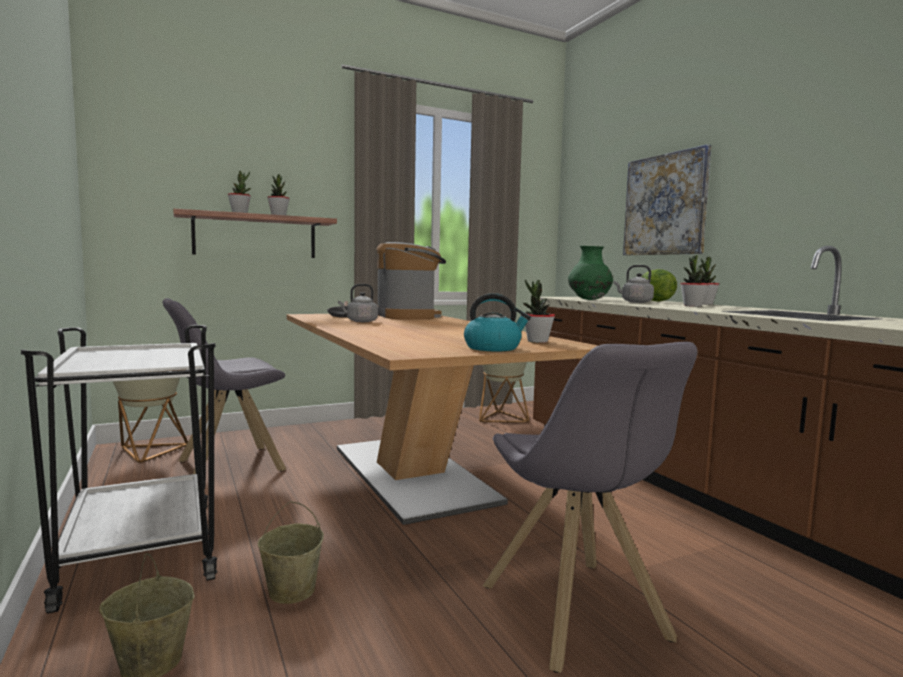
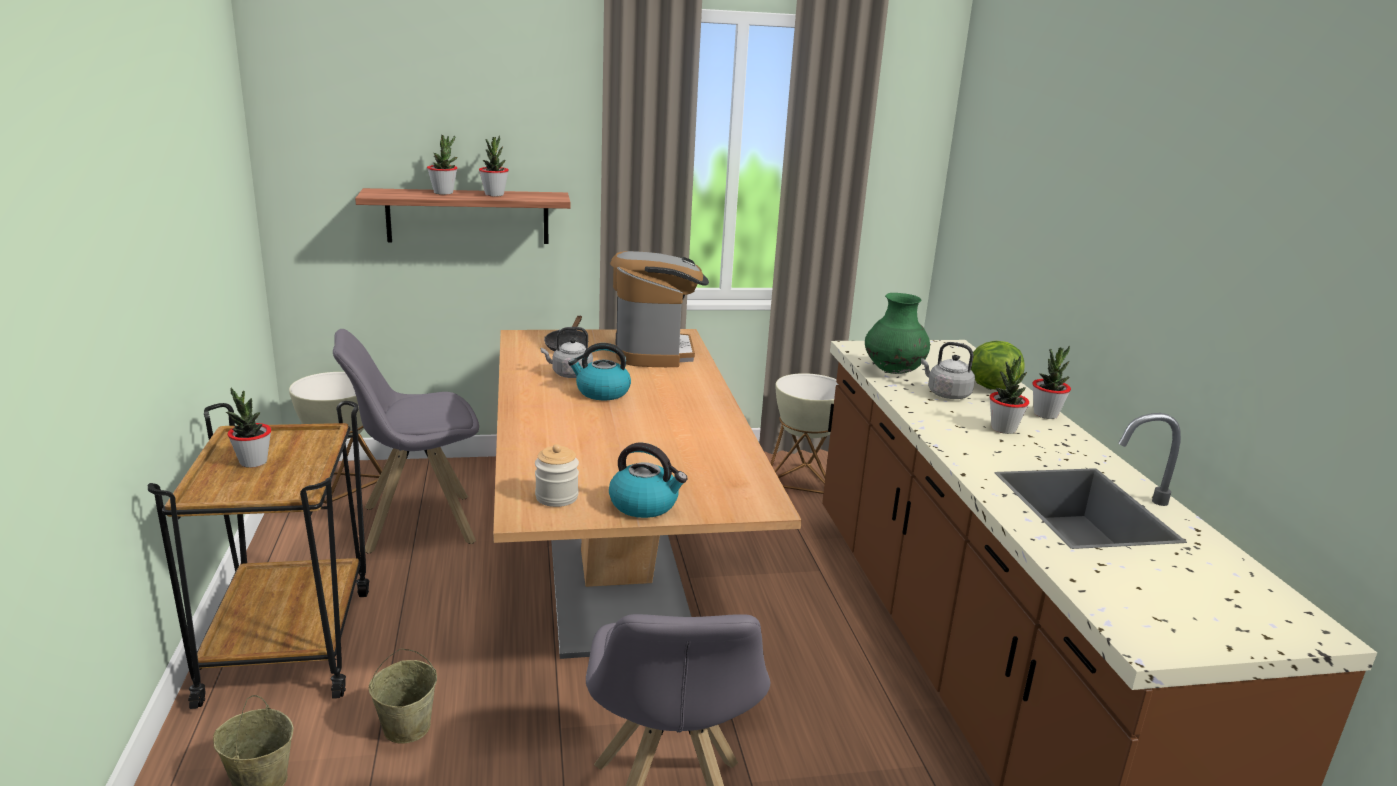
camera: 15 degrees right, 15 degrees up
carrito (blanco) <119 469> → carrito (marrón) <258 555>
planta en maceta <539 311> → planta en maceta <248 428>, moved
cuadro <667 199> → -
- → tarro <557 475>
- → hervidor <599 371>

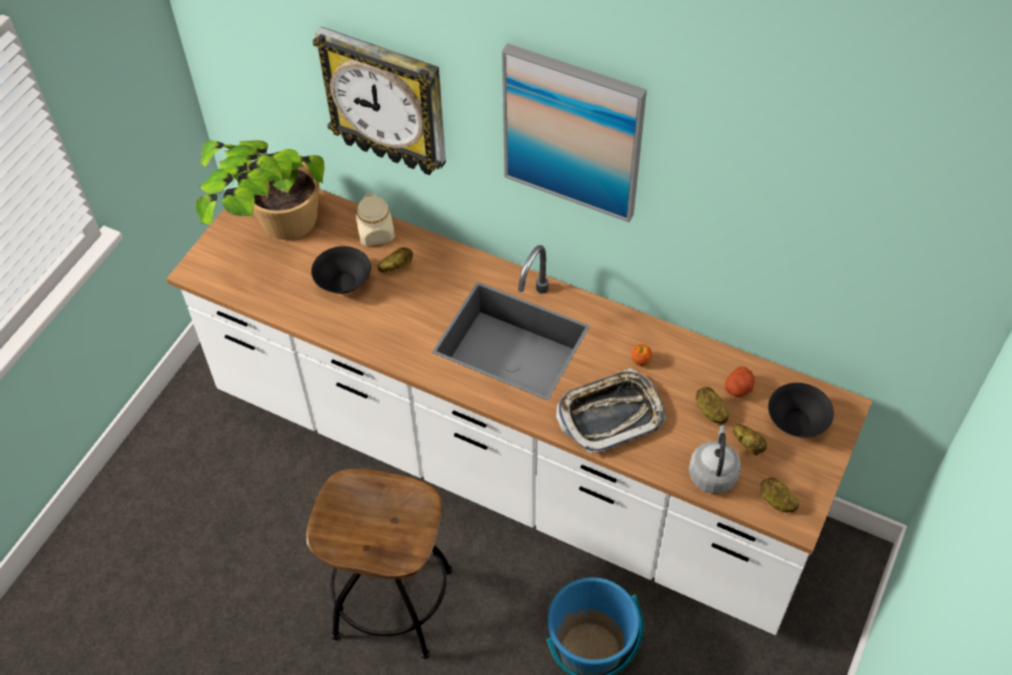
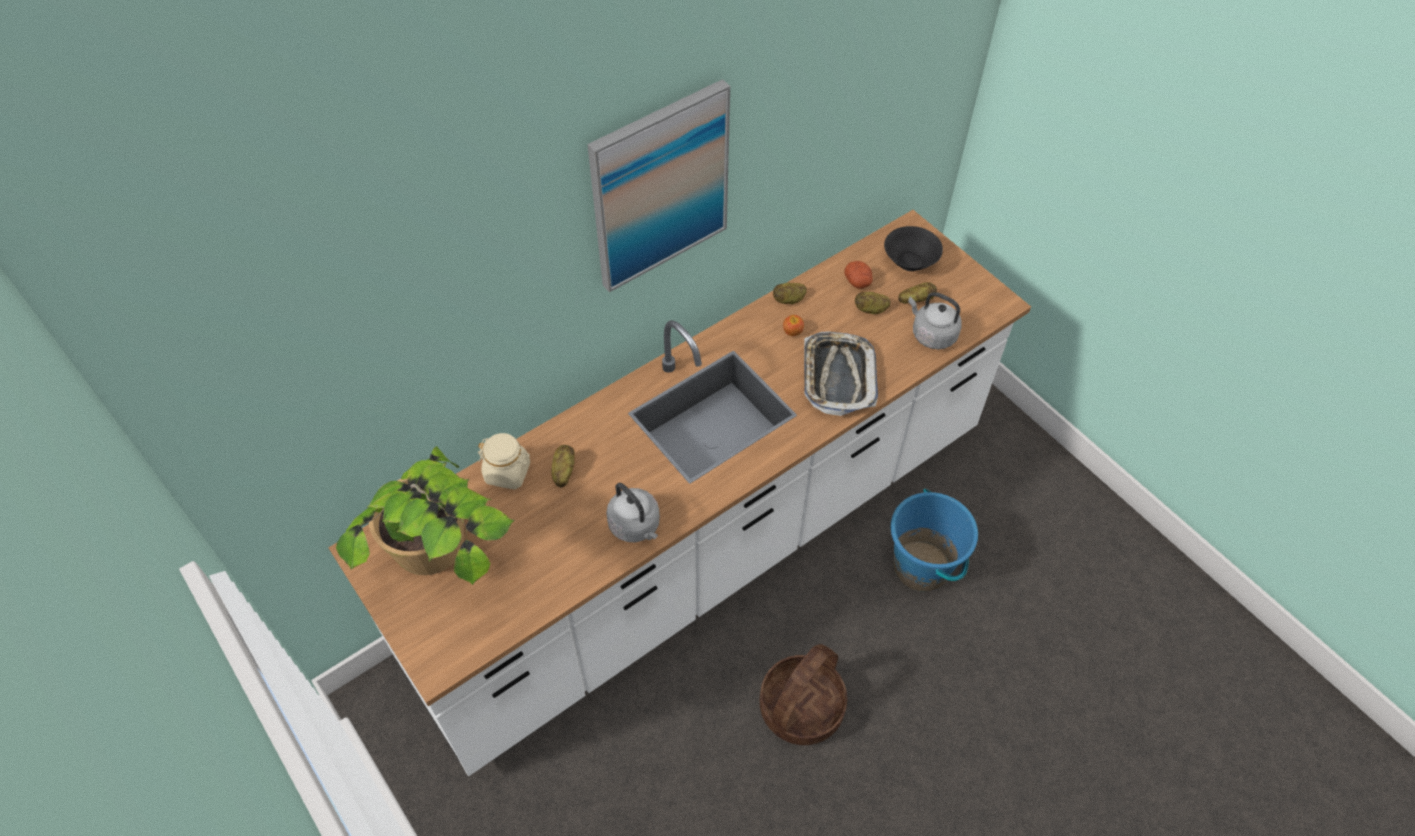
camera: 65 degrees left, 0 degrees up
taburete (marrón) <379 564> → cesta <803 694>
cuenco (negro) <341 270> → -
reloj de pared <379 101> → -
patata <779 494> → patata <790 293>, moved
- → hervidor (gris) <633 512>

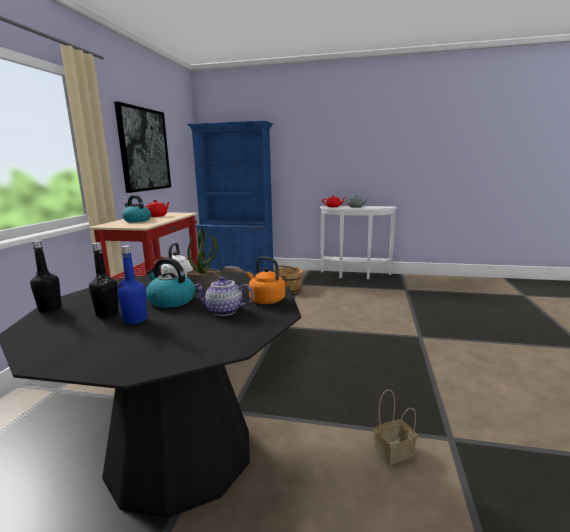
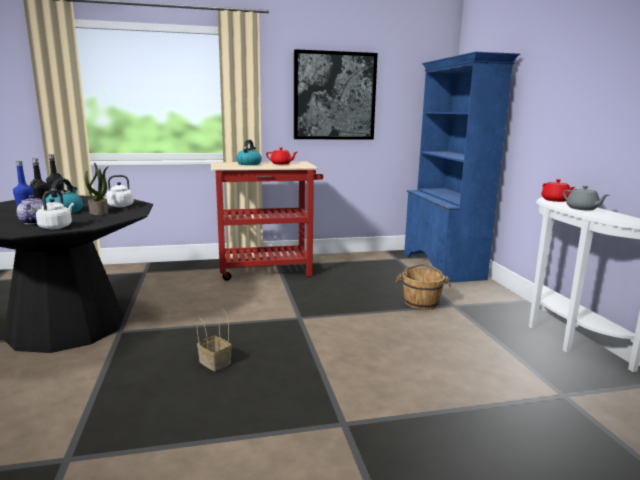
camera: 65 degrees right, 0 degrees up
hervidor (naranja) <266 280> → hervidor (blanco) <55 209>
cesta <395 427> → cesta <214 340>, moved

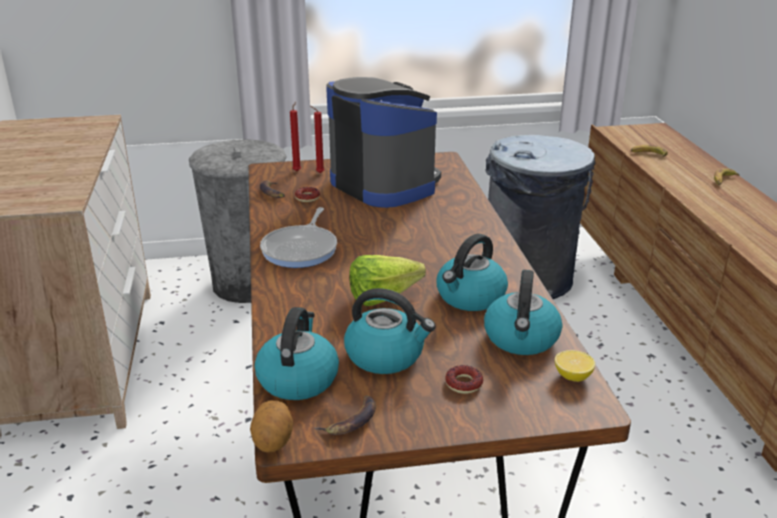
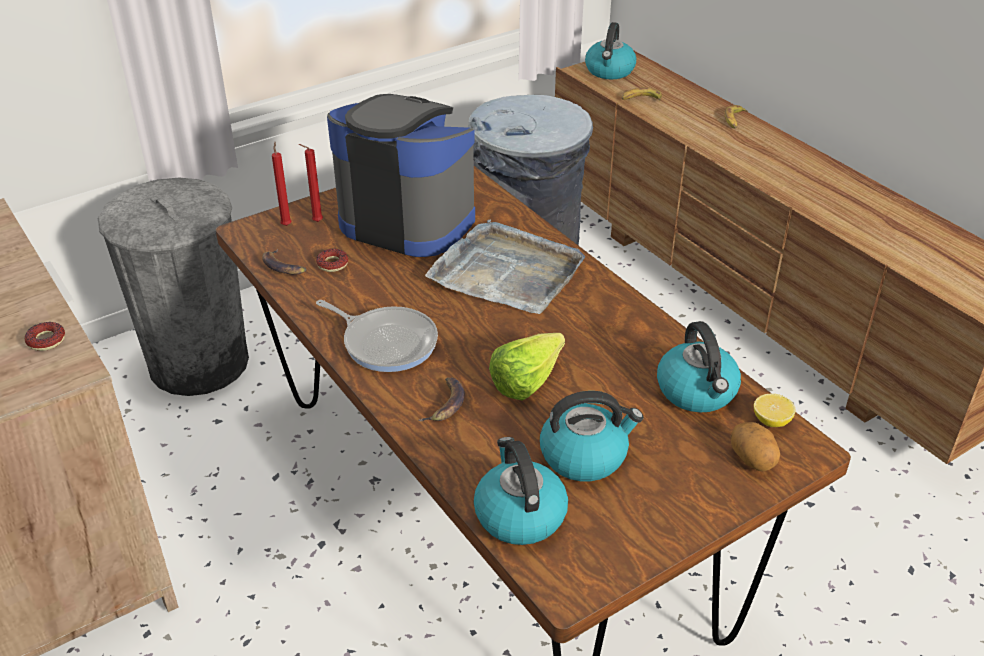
camera: 25 degrees left, 10 degrees up
patata <271 426> → patata <755 446>, moved
sartén <298 237> → sartén <377 336>, 45 degrees counterclockwise
plátano <345 415> → plátano <442 399>, moved
hervidor <472 272> → hervidor <610 50>, moved
rosquilla <464 379> → rosquilla <45 336>, moved
- → bandeja (gris) <505 267>

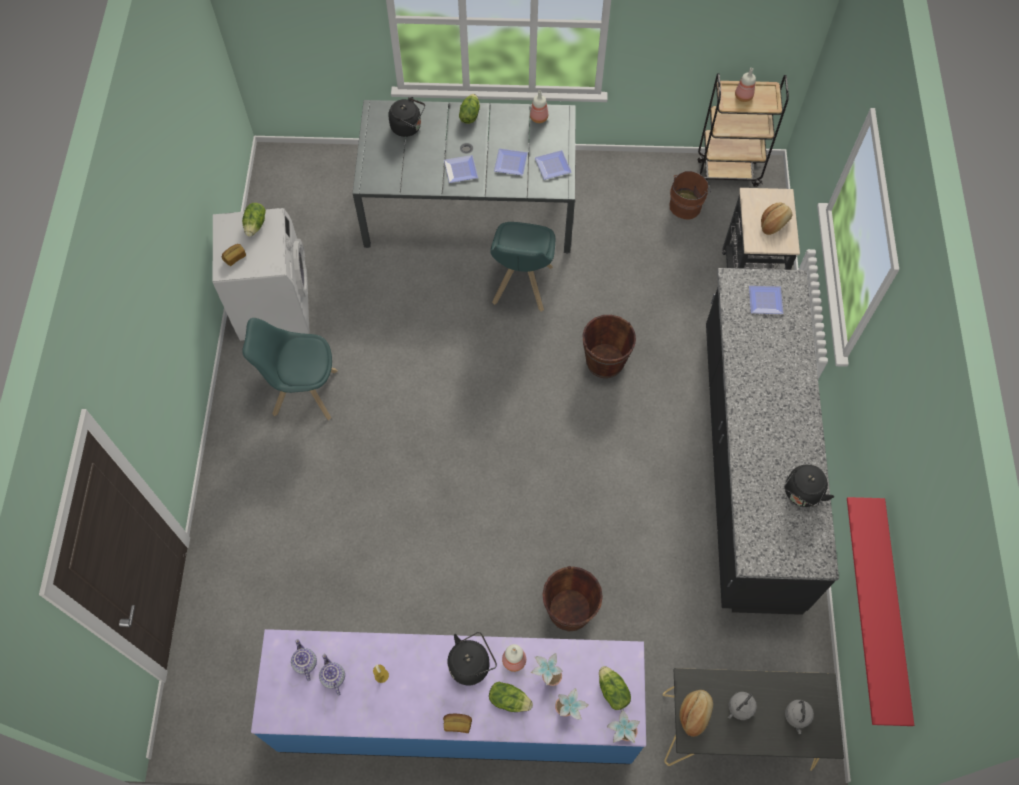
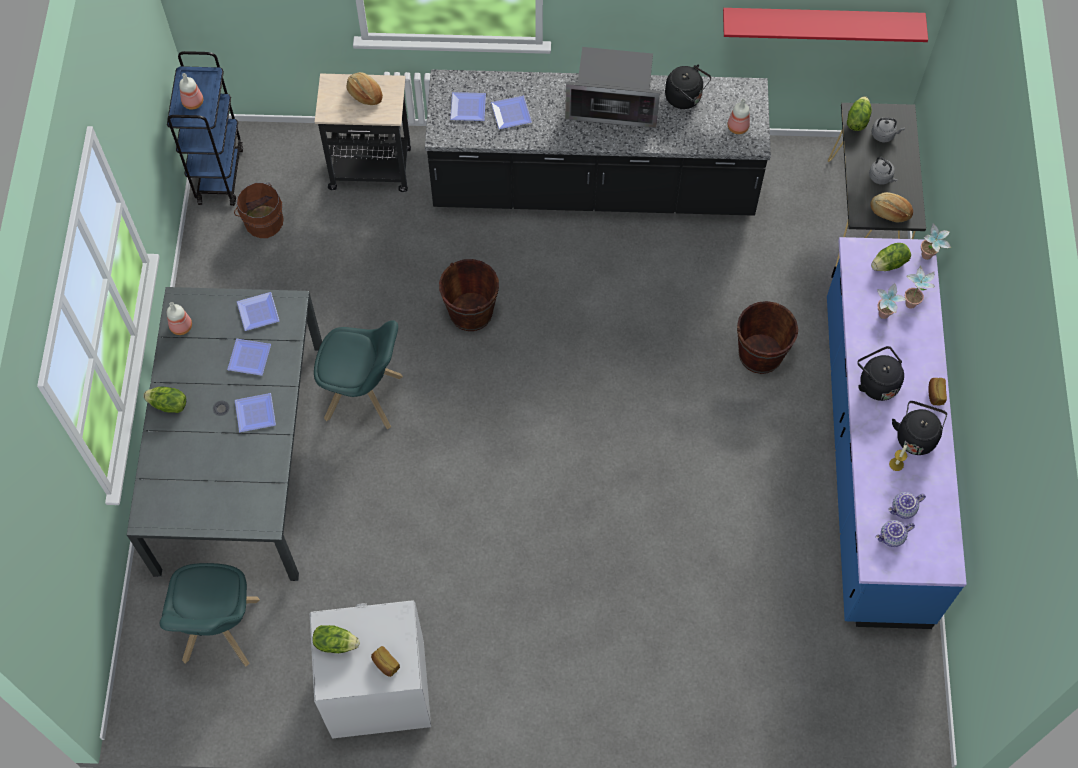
camera: 90 degrees left, 0 degrees up
silla (turquesa) <290 369> → silla (turquesa) <210 615>, moved
hervidor (negro) <406 117> → hervidor (negro) <919 428>, moved
lechuga <511 697> → lechuga <859 113>, moved
botella <514 658> → botella <739 116>, moved
carrito (marrón) <743 130> → carrito (azul) <205 128>
- → plato <511 112>
- → microondas <612 87>

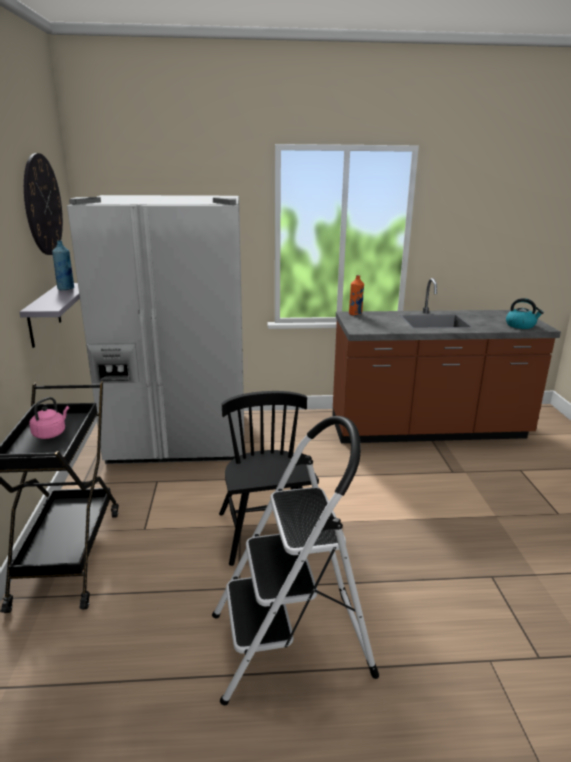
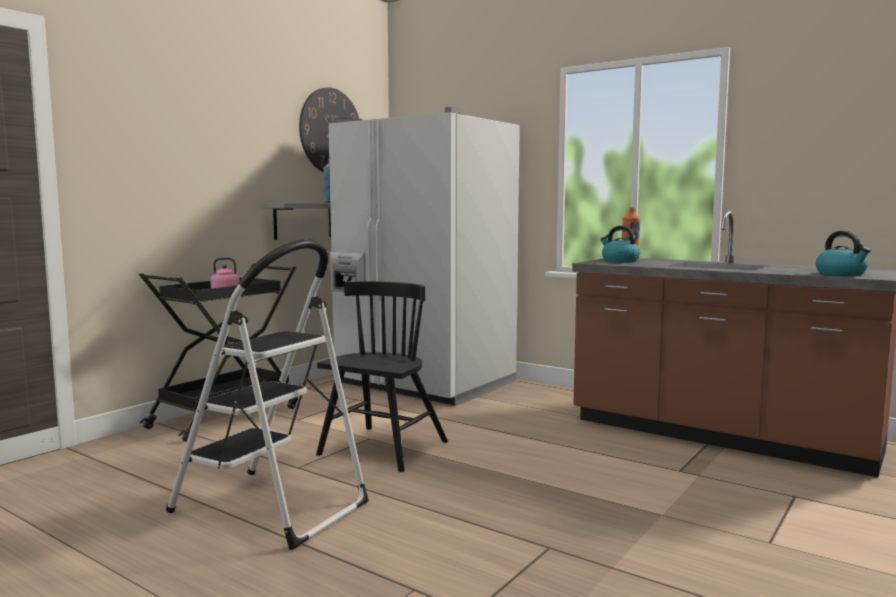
camera: 40 degrees right, 15 degrees down
- → hervidor <620 244>

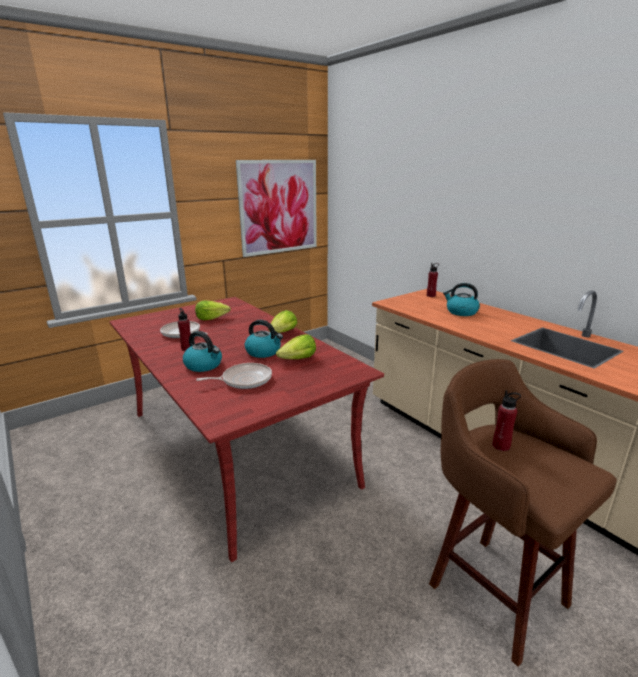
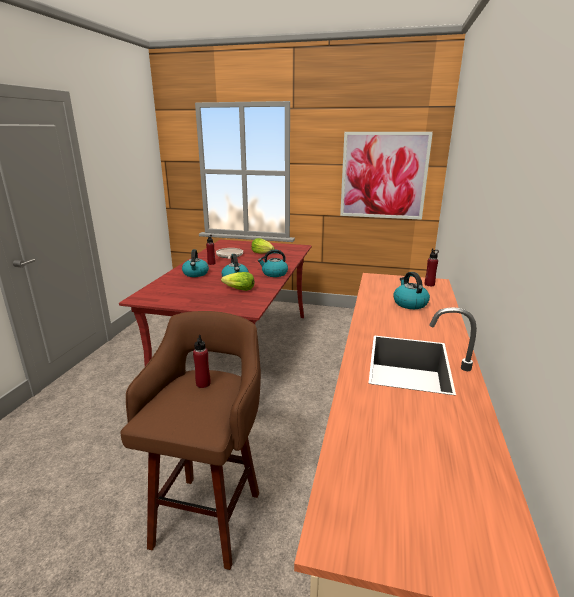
camera: 50 degrees right, 0 degrees up
sartén <234 376> → -
lechuga <283 321> → hervidor <273 263>

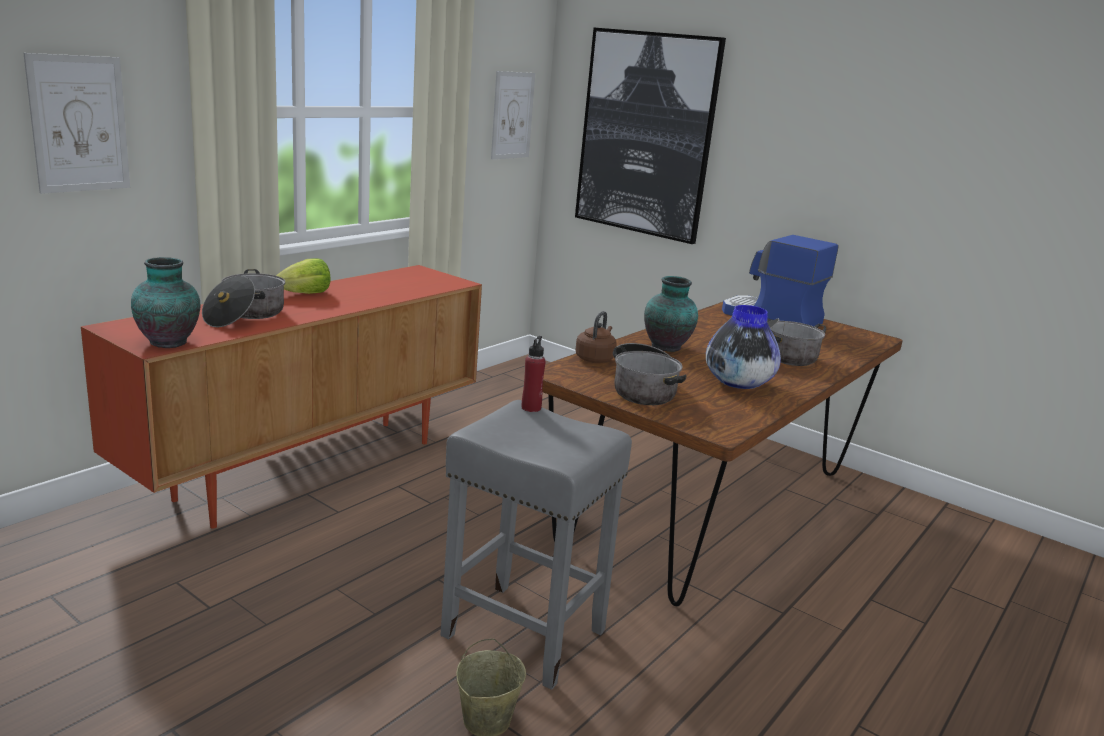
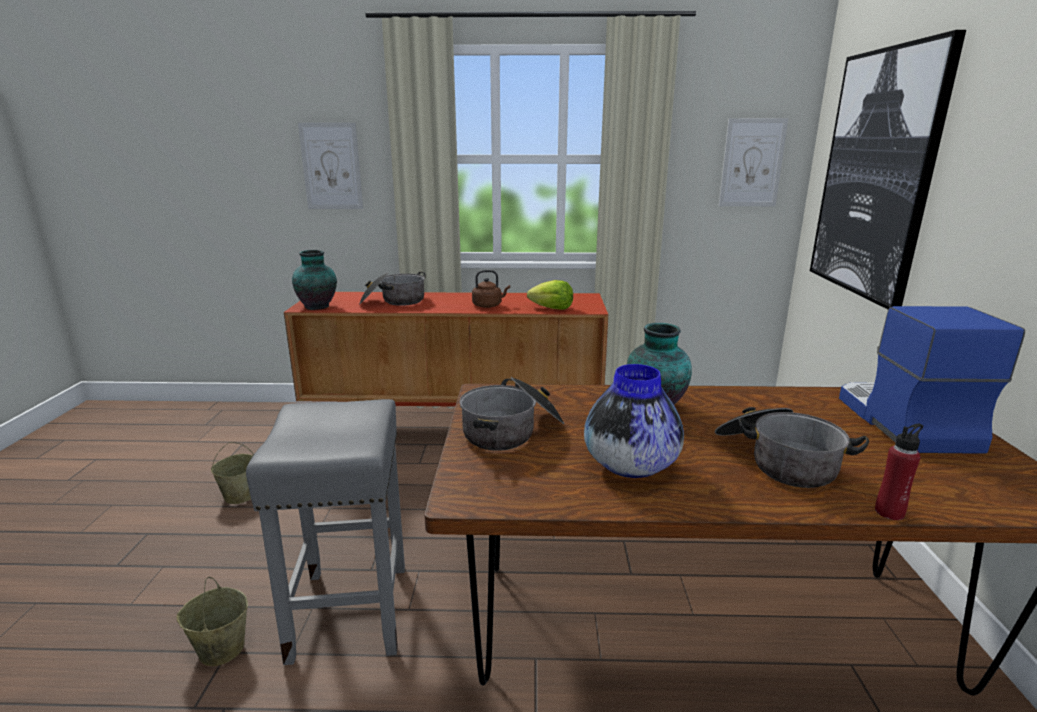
camera: 55 degrees right, 0 degrees up
lechuga <303 276> → lechuga <550 295>, moved
botella (rojo) <534 374> → botella (rojo) <899 472>, moved
hervidor (marrón) <596 337> → hervidor (marrón) <491 289>, moved
- → cubo (beis) <232 473>

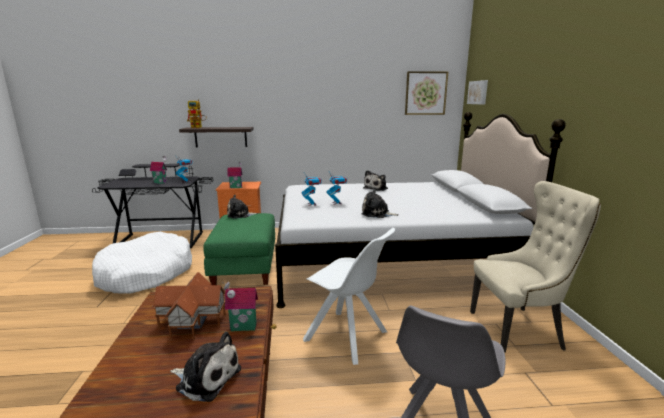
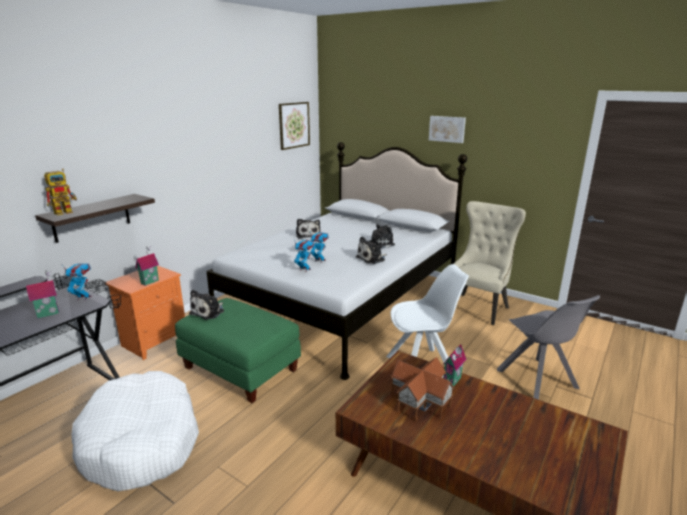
camera: 50 degrees left, 5 degrees up
peluche <205 367> → peluche <382 236>, moved
cuadro <477 92> → cuadro <447 129>, moved

